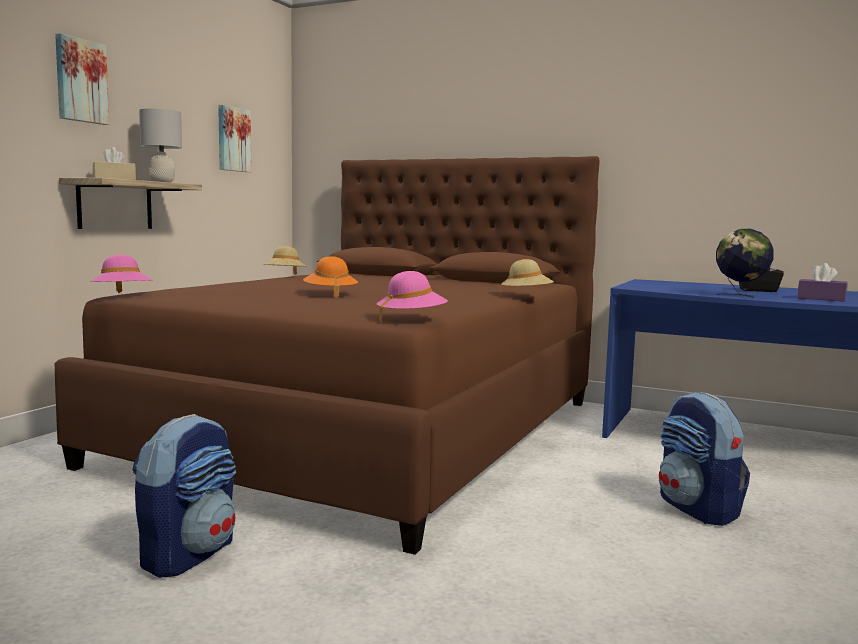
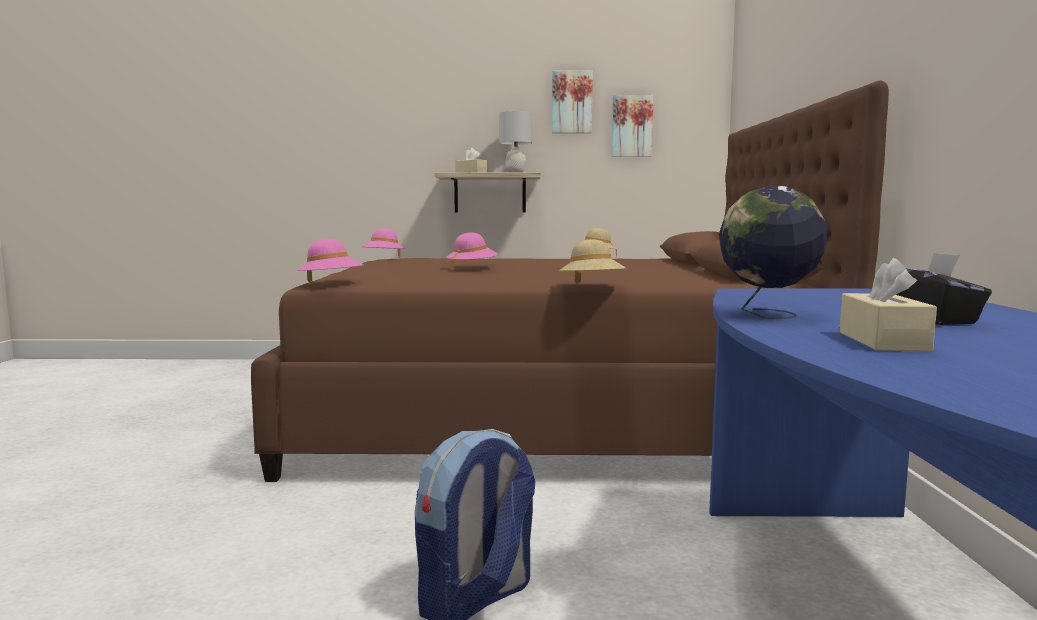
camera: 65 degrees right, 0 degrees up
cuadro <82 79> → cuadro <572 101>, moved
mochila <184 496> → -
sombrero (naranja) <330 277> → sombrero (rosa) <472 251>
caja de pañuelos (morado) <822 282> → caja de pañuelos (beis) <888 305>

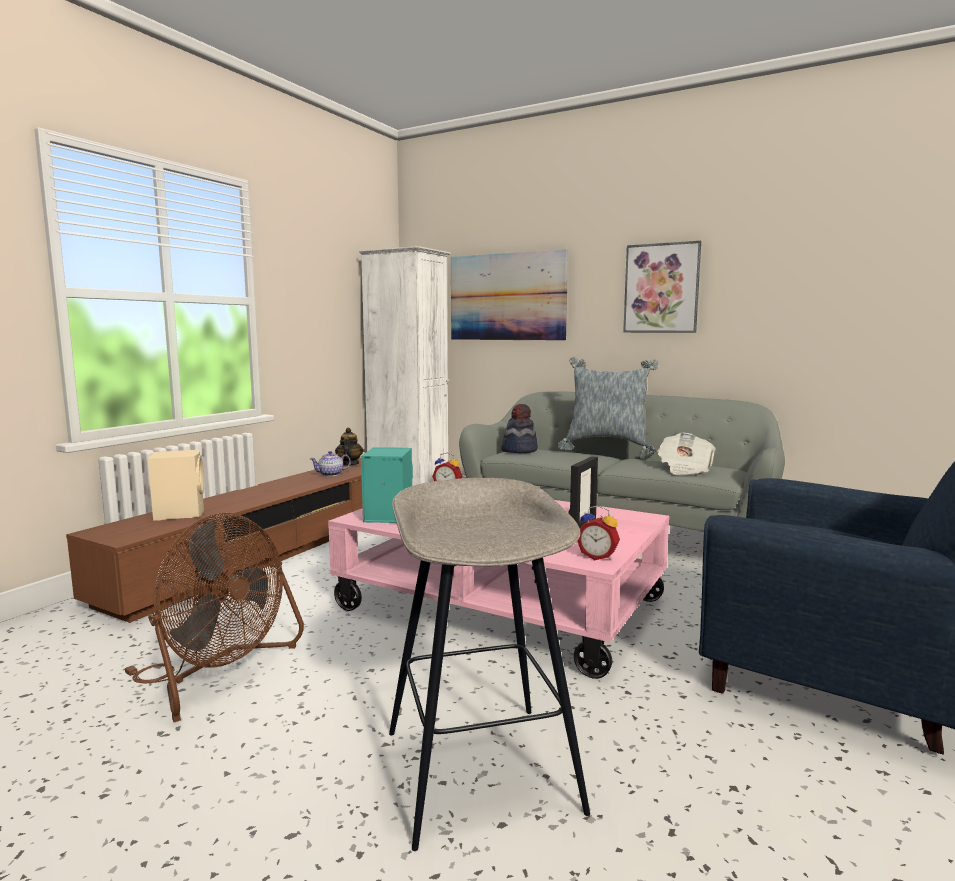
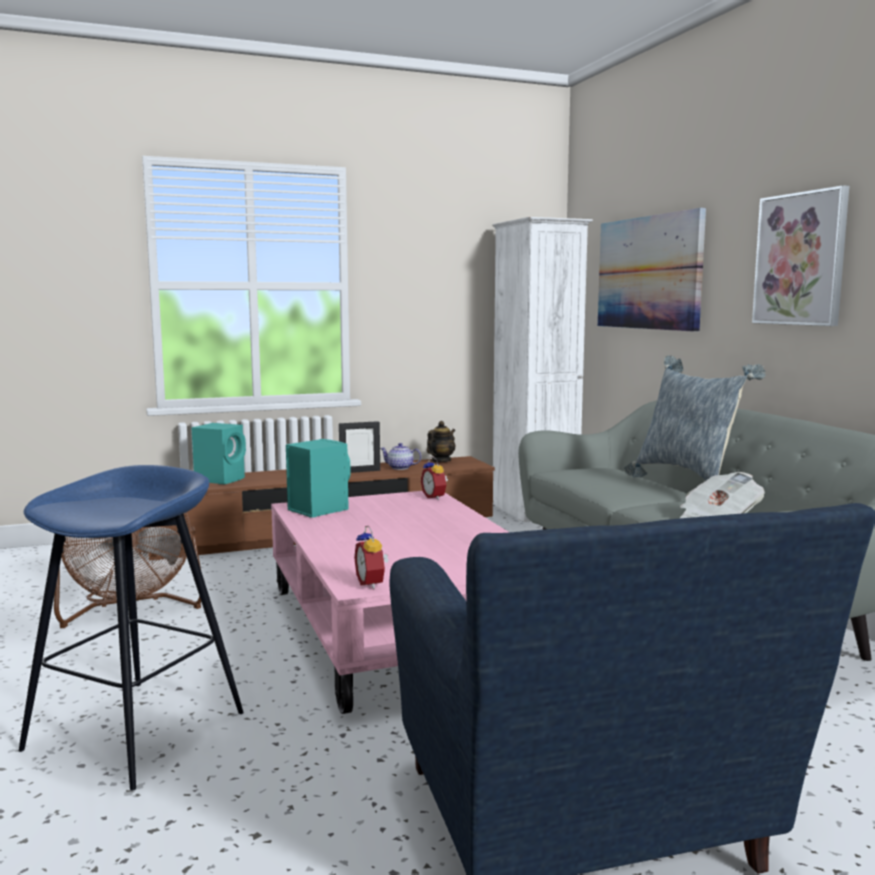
camera: 40 degrees right, 0 degrees up
altavoz (beis) <176 485> → altavoz (turquesa) <218 453>
taburete (gris) <489 664> → taburete (azul) <131 628>
sombrero <519 428> → -
portarretratos <583 492> → portarretratos <359 447>, moved

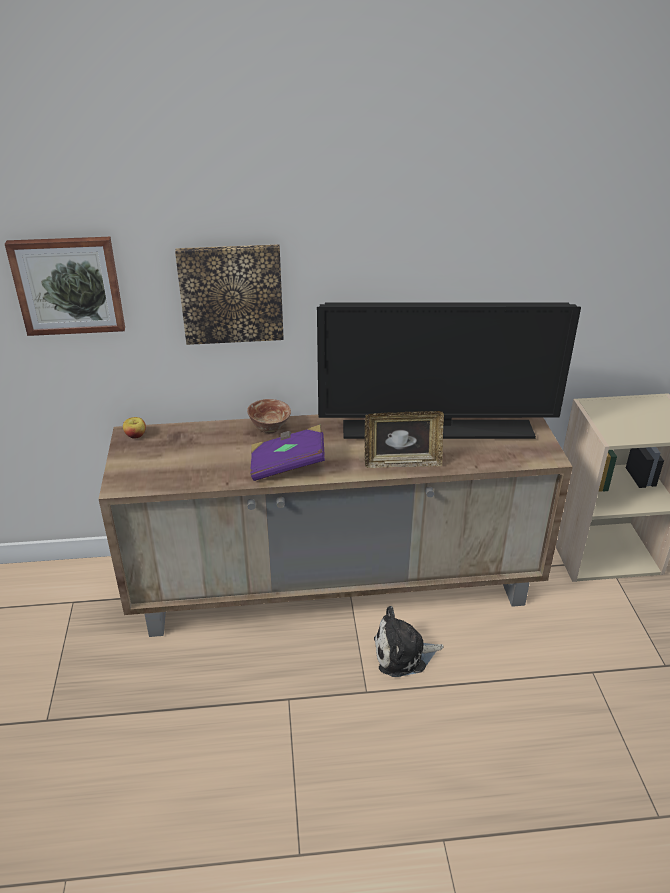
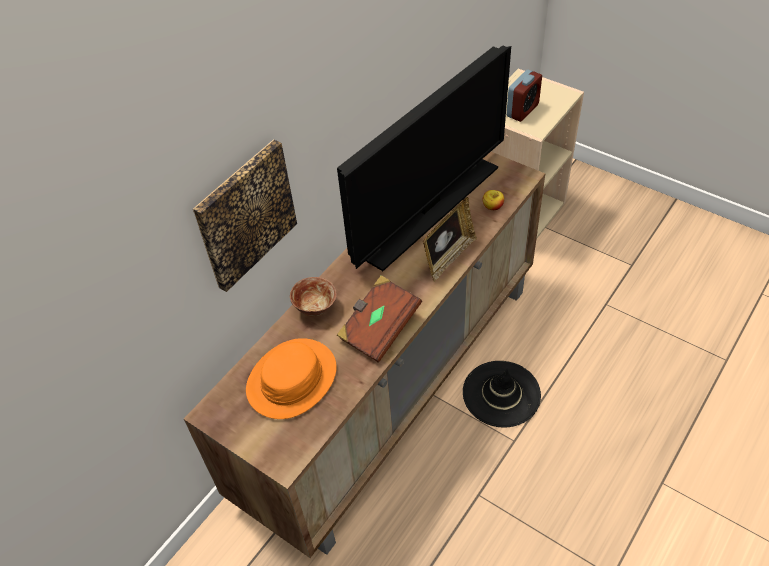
camera: 45 degrees left, 15 degrees up
cuadro <65 286> → -
manzana <134 428> → manzana <493 200>, moved
libro (morado) <287 453> → libro (marrón) <379 319>
peluche <409 641> → sombrero (negro) <502 394>
- → sombrero (naranja) <291 378>
- → despertador <524 96>

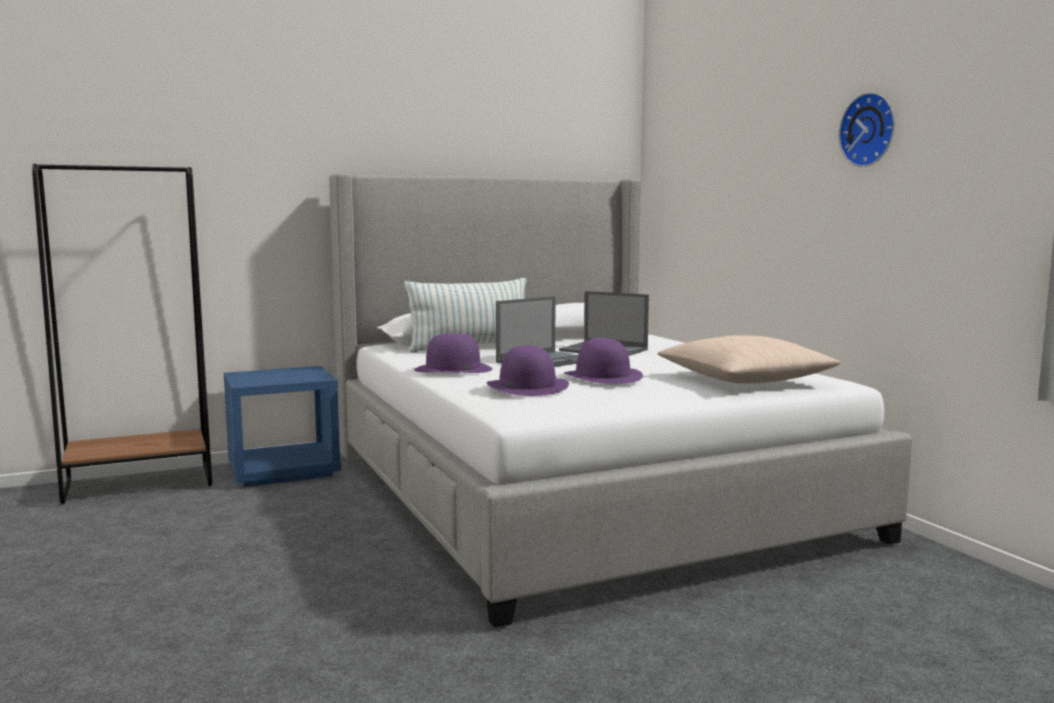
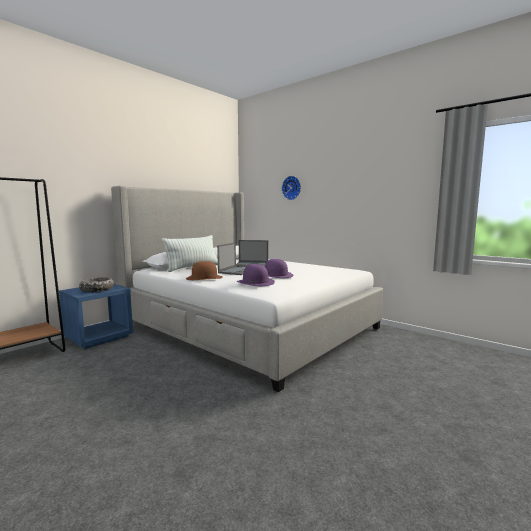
camera: 25 degrees left, 0 degrees up
sombrero (morado) <453 353> → sombrero (marrón) <204 270>
cojín (beis) <749 359> → -
reloj de pared <867 129> → reloj de pared <291 188>, moved
- → cuenco <96 284>

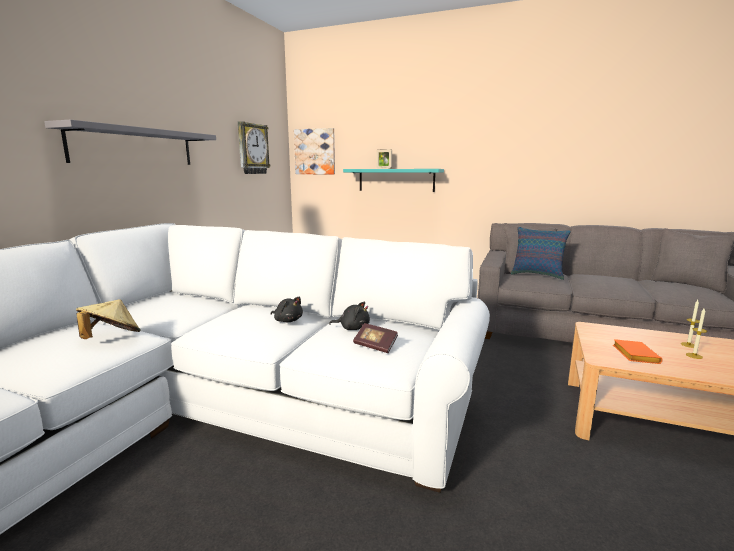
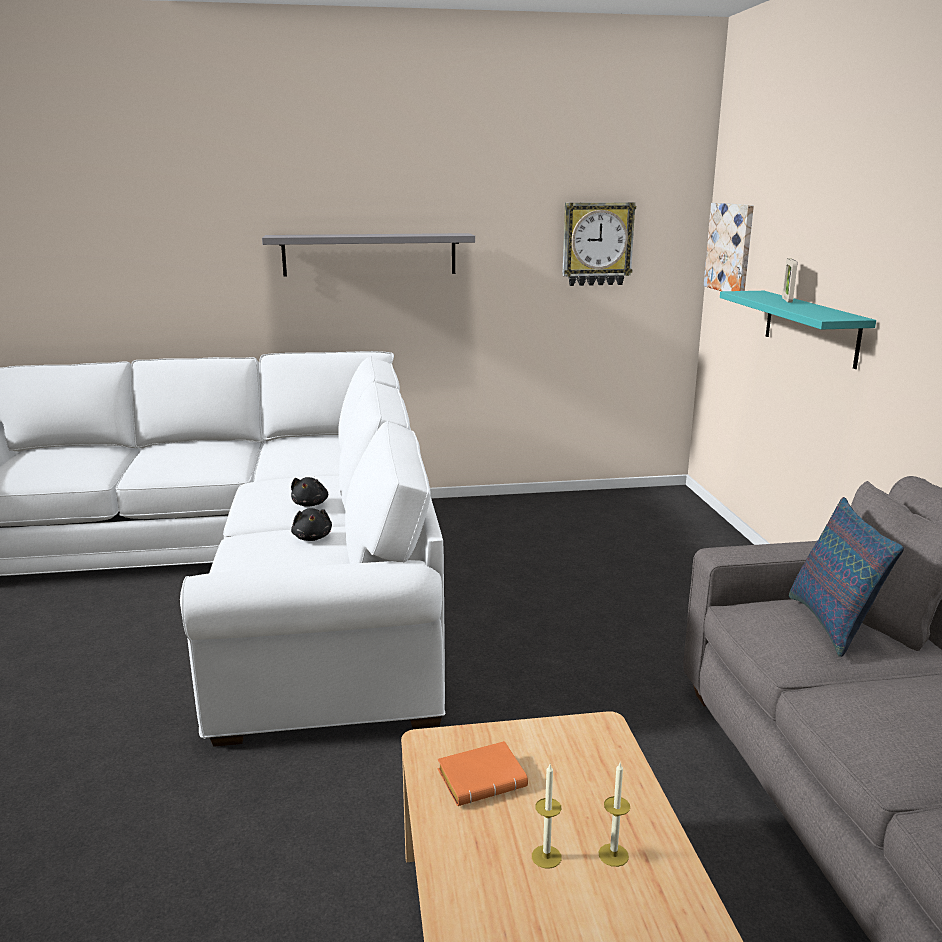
camera: 60 degrees right, 5 degrees up
sombrero (beis) <108 319> → -
libro <375 338> → -

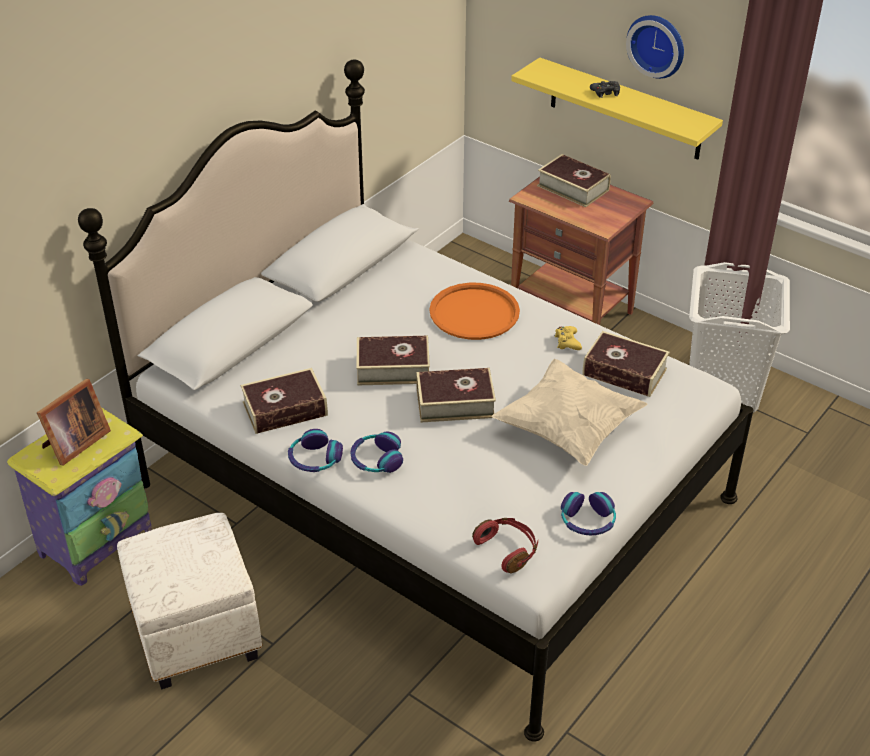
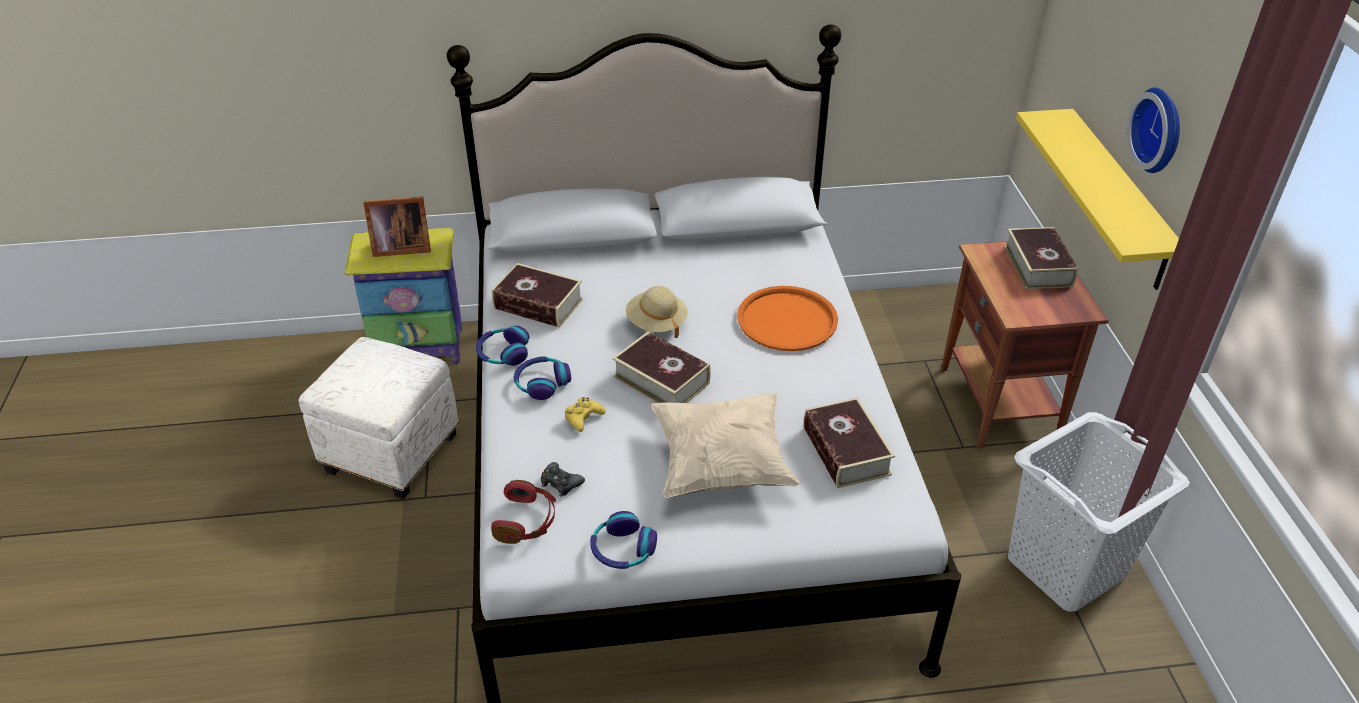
camera: 45 degrees right, 0 degrees up
libro <393 361> → sombrero (beis) <657 312>
mando de consola (amarillo) <568 338> → mando de consola (amarillo) <585 414>, moved
mando de consola (negro) <605 89> → mando de consola (negro) <563 479>, moved

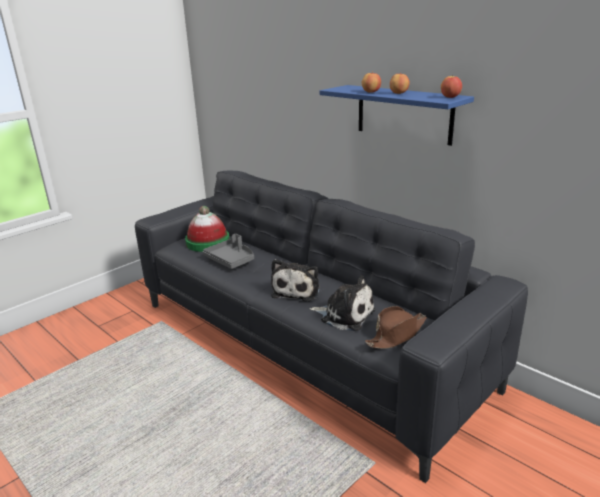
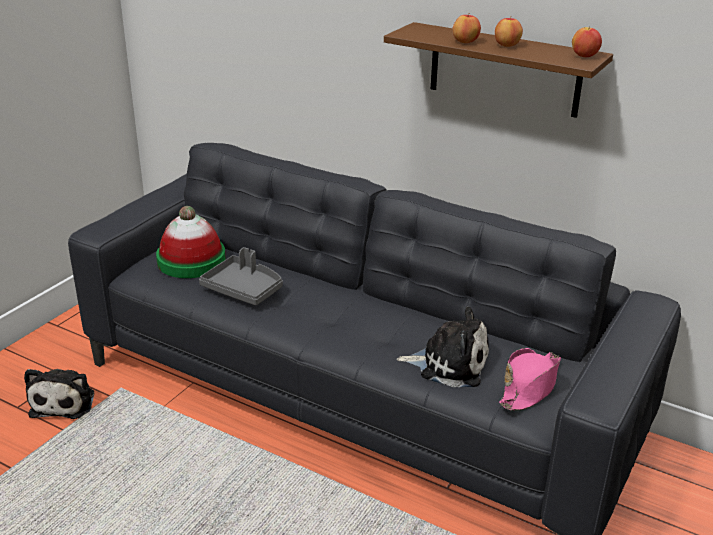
camera: 15 degrees left, 5 degrees up
peluche <295 280> → peluche <59 394>, moved
estante (azul) <397 115> → estante (marrón) <498 70>
sombrero (marrón) <396 327> → sombrero (rosa) <530 379>

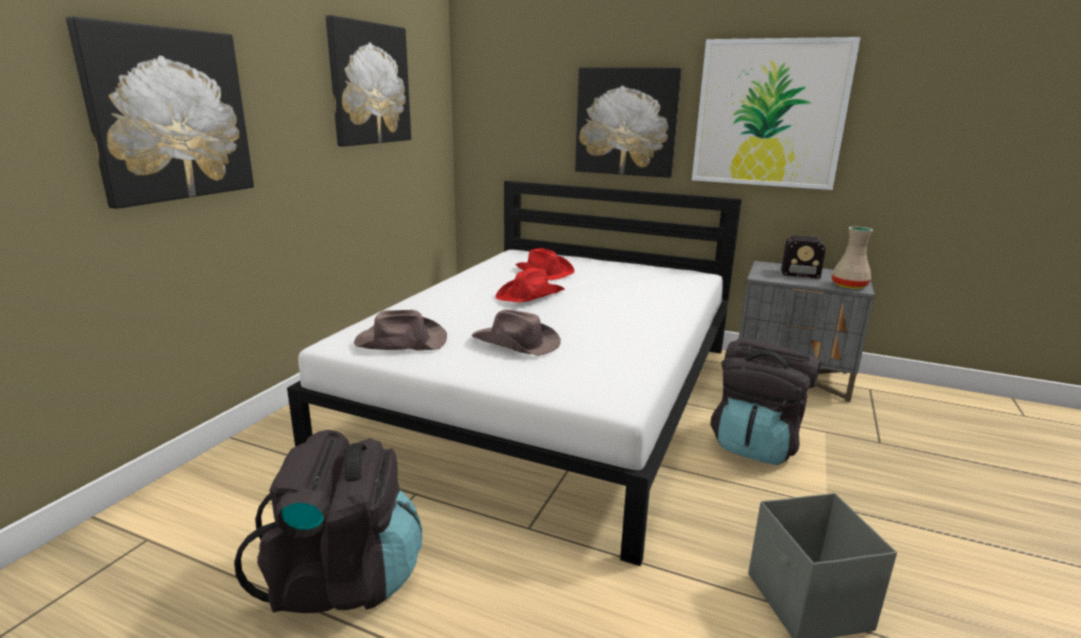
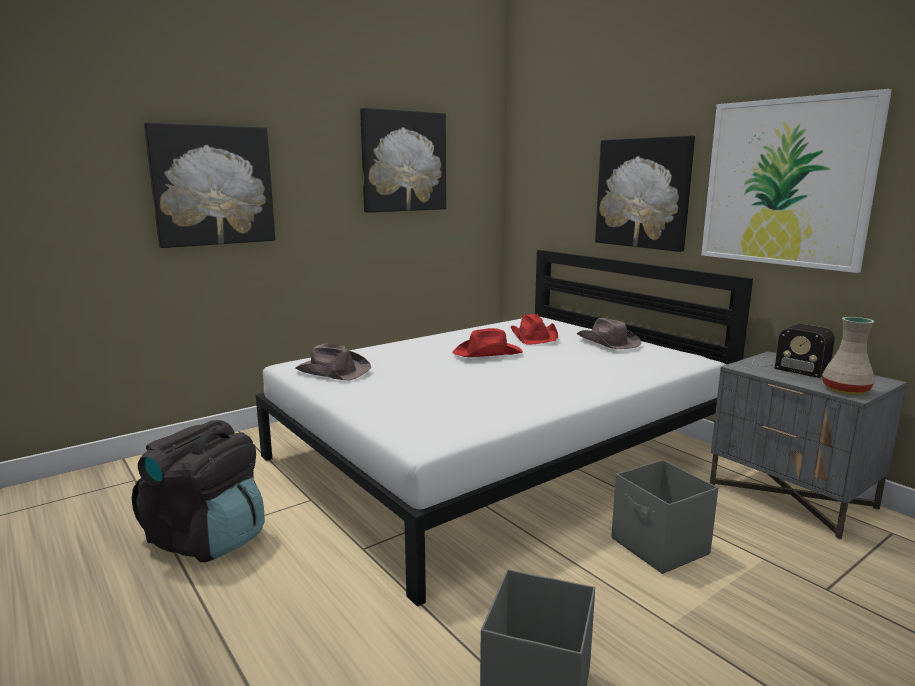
camera: 30 degrees right, 5 degrees down
sombrero (marrón) <516 333> → sombrero (marrón) <609 333>, moved
mochila (negro) <765 401> → caja de almacenaje (gris) <664 517>

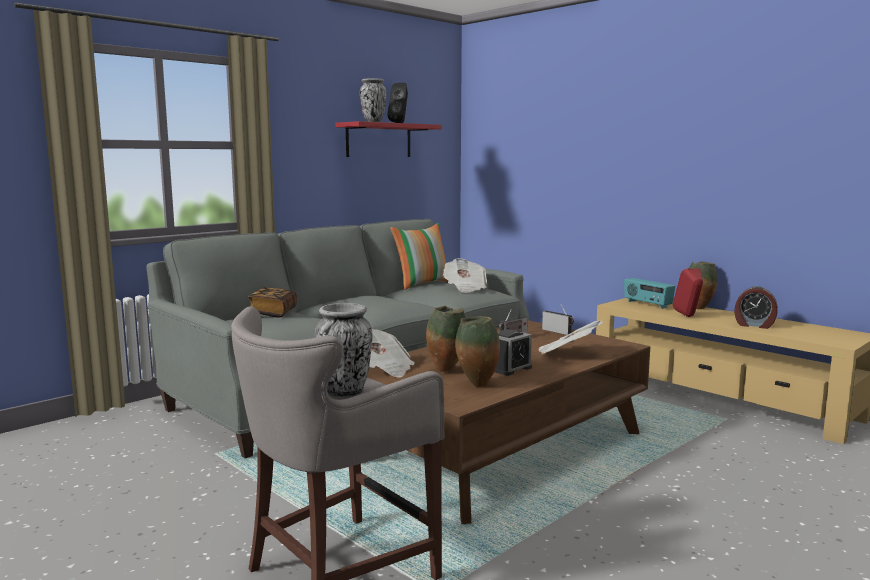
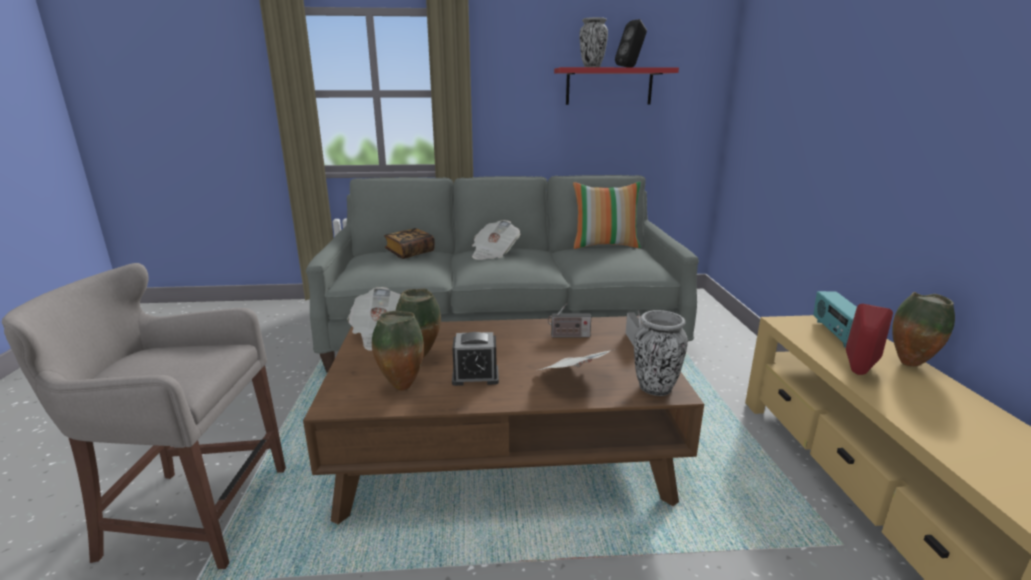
camera: 40 degrees right, 10 degrees up
florero <343 350> → florero <661 353>, moved
periódico <465 275> → periódico <496 240>, moved
despertador <756 307> → -

